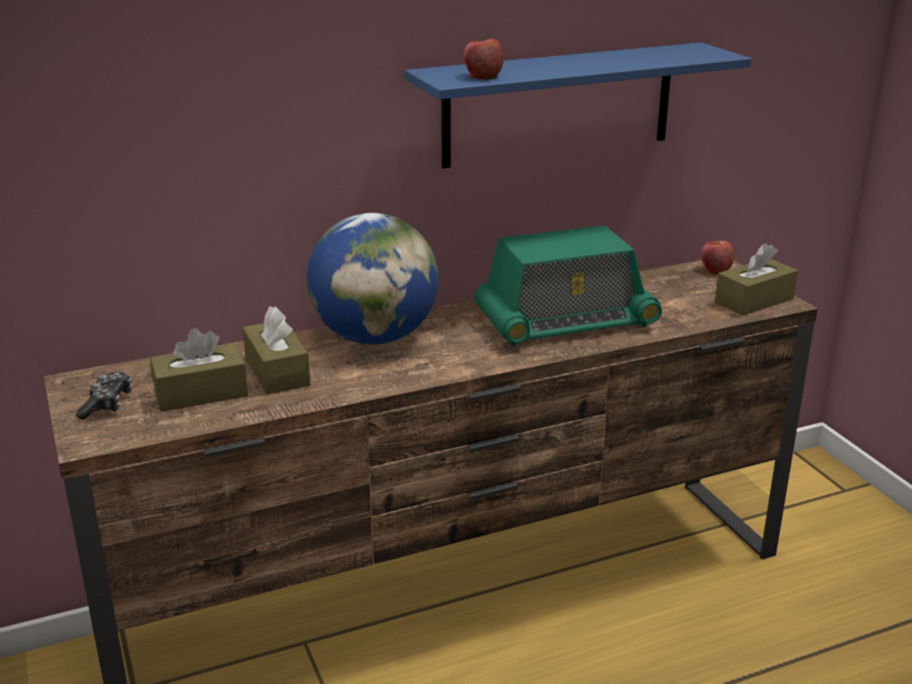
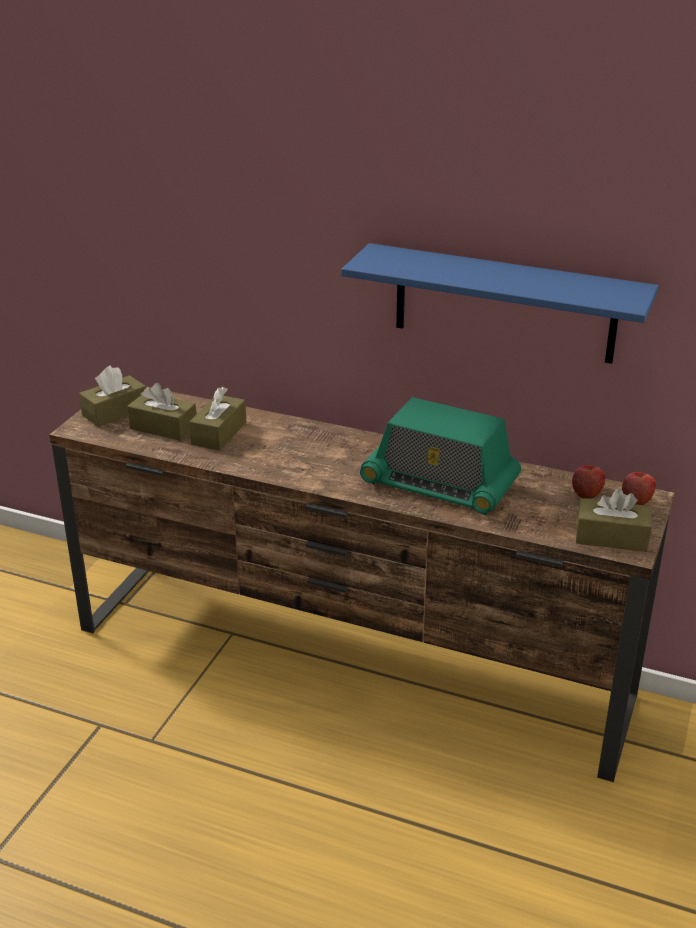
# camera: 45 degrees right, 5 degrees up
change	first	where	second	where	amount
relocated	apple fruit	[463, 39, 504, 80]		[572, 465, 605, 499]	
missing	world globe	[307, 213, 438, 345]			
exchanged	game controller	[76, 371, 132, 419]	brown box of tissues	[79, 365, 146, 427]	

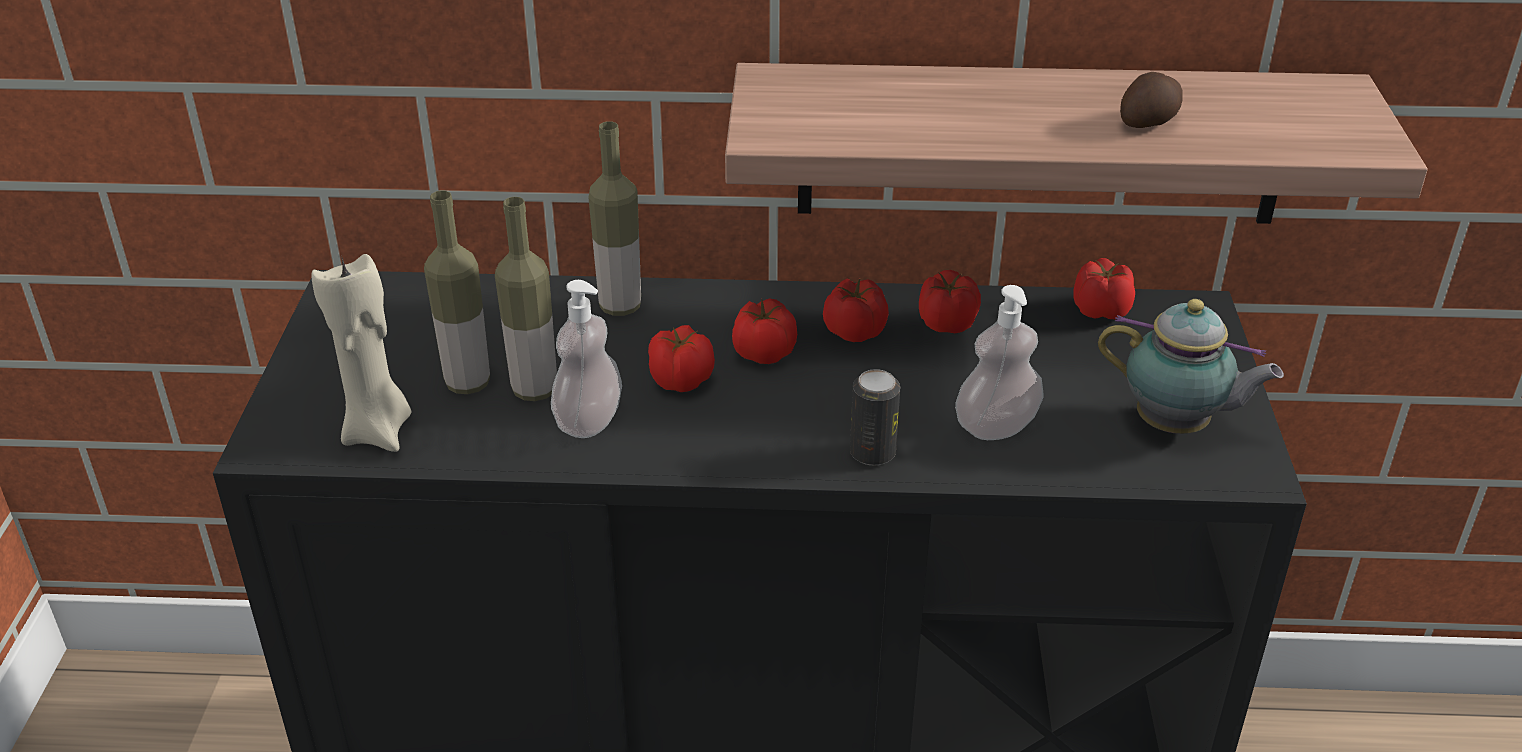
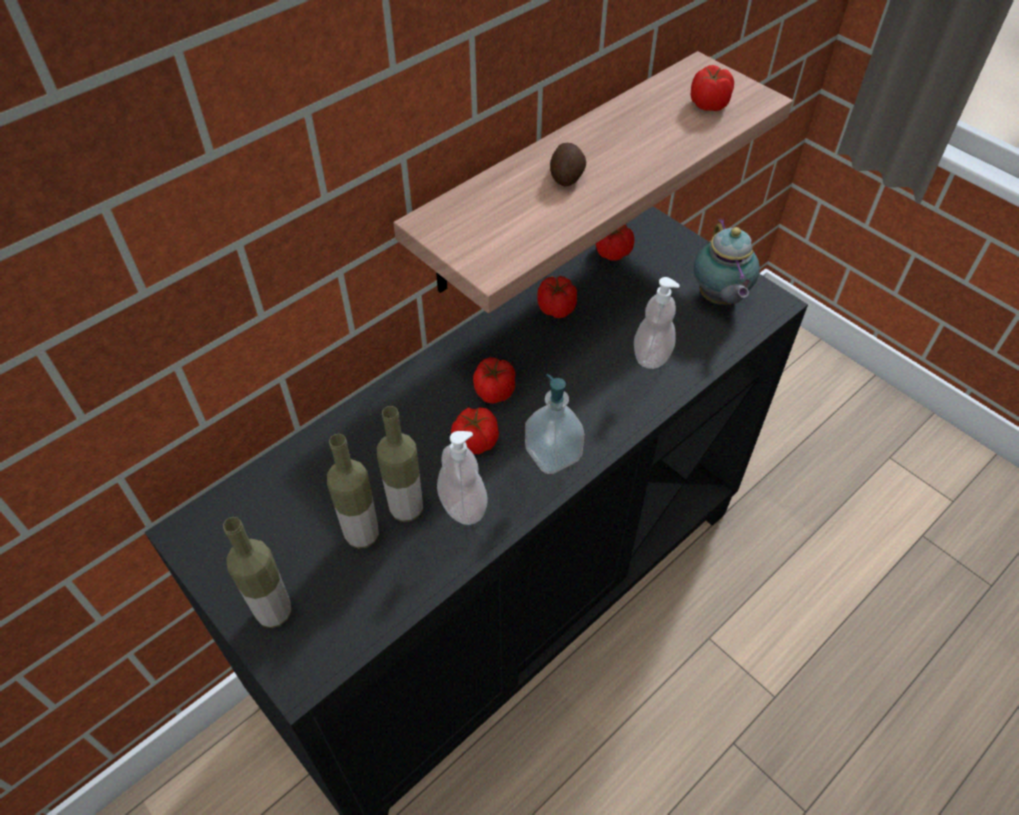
# camera: 45 degrees left, 15 degrees up
change	first	where	second	where	amount
relocated	potato	[1120, 72, 1183, 128]		[550, 143, 586, 186]	
relocated	beverage bottle	[588, 121, 641, 316]		[223, 517, 292, 628]	
missing	sand-coloured wax candle	[311, 254, 412, 452]			
relocated	fresh tomato	[823, 278, 889, 342]		[691, 65, 734, 111]	
spun	teapot	[1098, 299, 1284, 434]		[694, 219, 760, 305]	105 degrees clockwise
missing	sealed can	[850, 369, 900, 465]			
appeared			liquid soap bottle	[525, 374, 584, 474]	

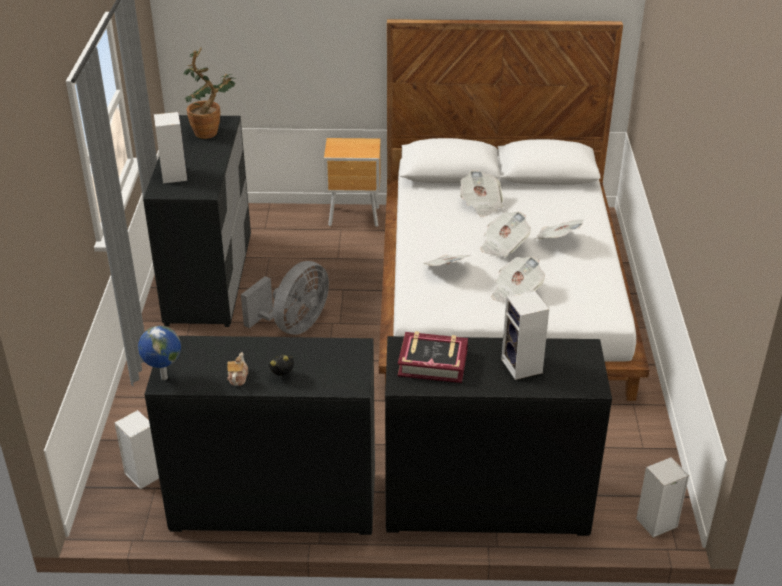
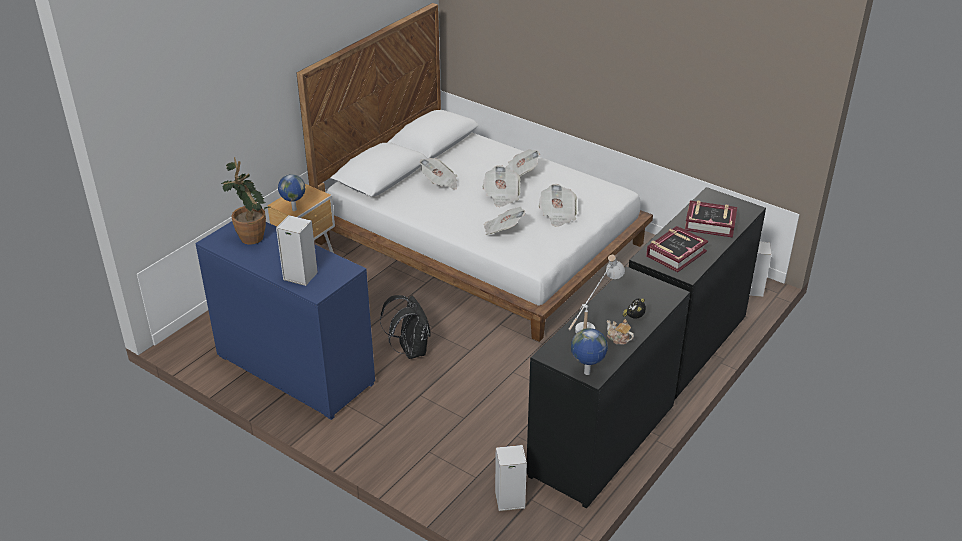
# camera: 55 degrees left, 0 degrees up
change	first	where	second	where	amount
colour	black-coloured drawer chest	[143, 115, 251, 327]	bluish drawer chest	[195, 221, 375, 420]	
exchanged	grey fan	[241, 261, 329, 335]	black-coloured knapsack	[380, 295, 431, 359]	
exchanged	audio speaker	[501, 290, 549, 380]	volume	[685, 200, 737, 238]	
appeared			world globe	[278, 174, 305, 211]	
appeared			whitish table lamp	[568, 255, 625, 333]	

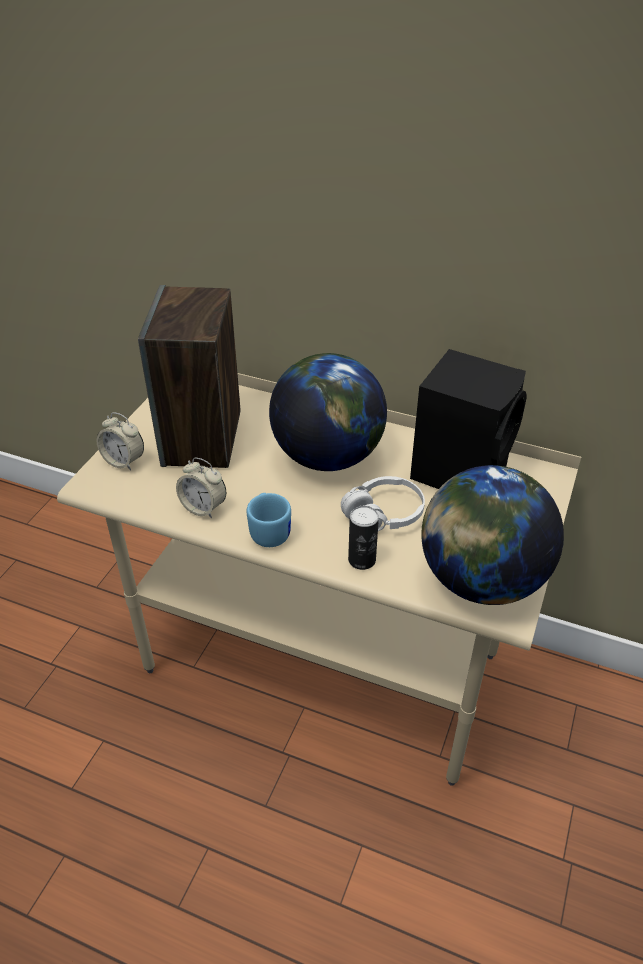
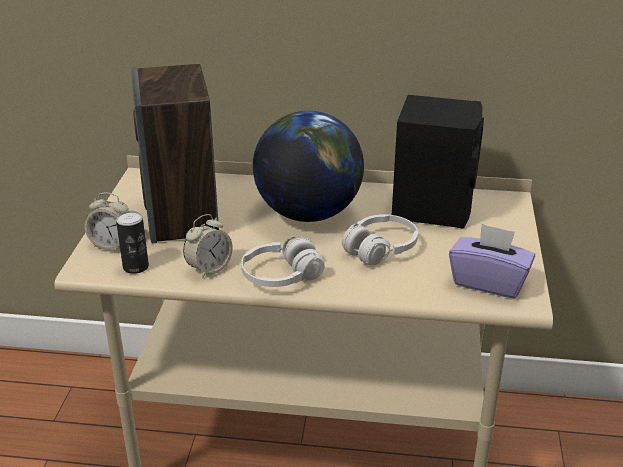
# camera: 15 degrees left, 10 degrees down
change	first	where	second	where	amount
spun	table clock	[176, 458, 226, 519]		[183, 214, 233, 278]	60 degrees counterclockwise
exchanged	world globe	[421, 465, 564, 605]	purplish box of tissues	[449, 224, 535, 298]	
exchanged	bluish tea mug	[247, 493, 291, 547]	whitish pair of headphones	[241, 237, 325, 287]	
relocated	sealed can	[348, 506, 379, 570]		[116, 211, 149, 274]	

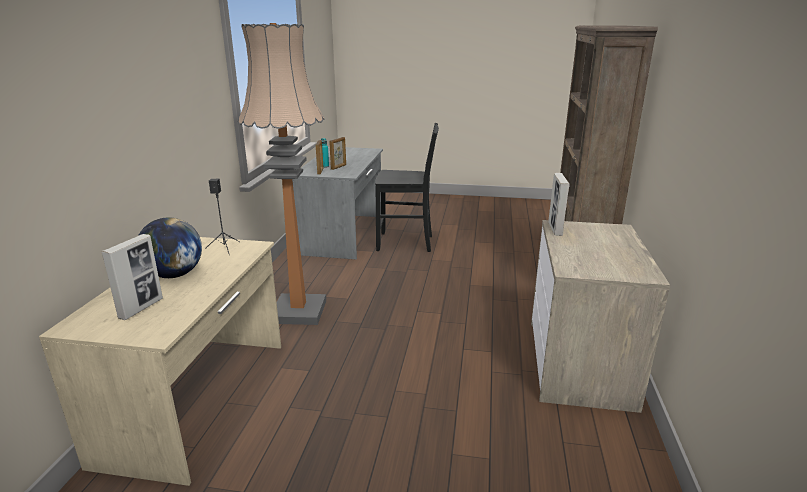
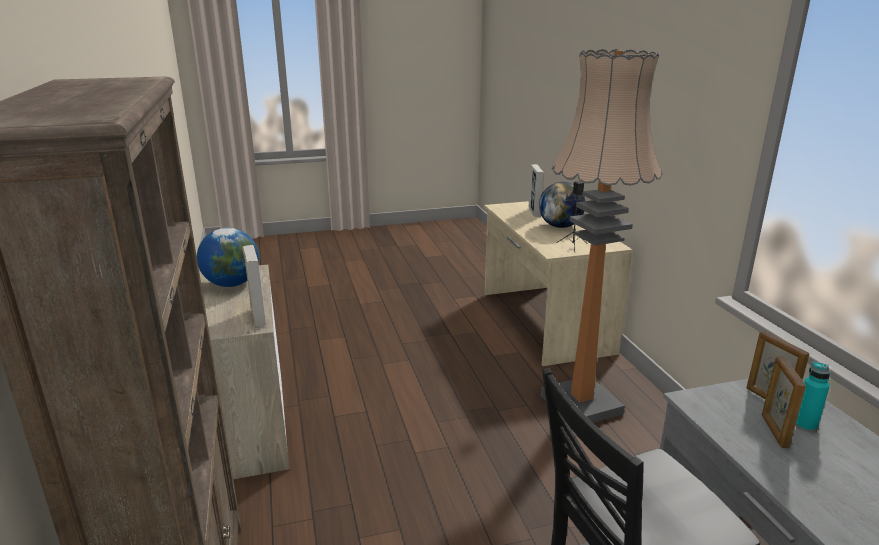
# camera: 155 degrees right, 0 degrees up
change	first	where	second	where	amount
appeared			world globe	[197, 228, 259, 287]	

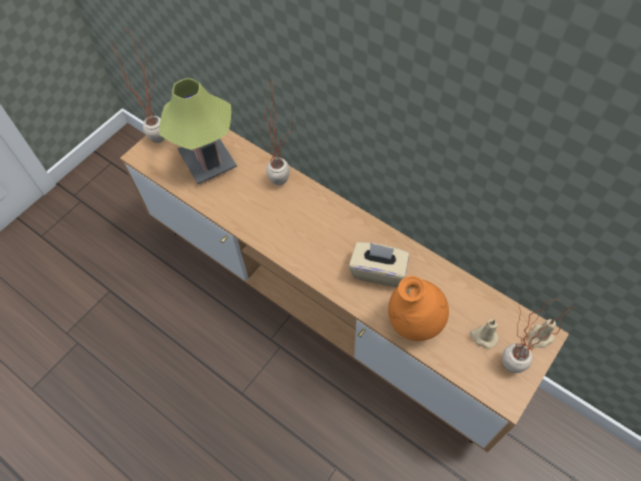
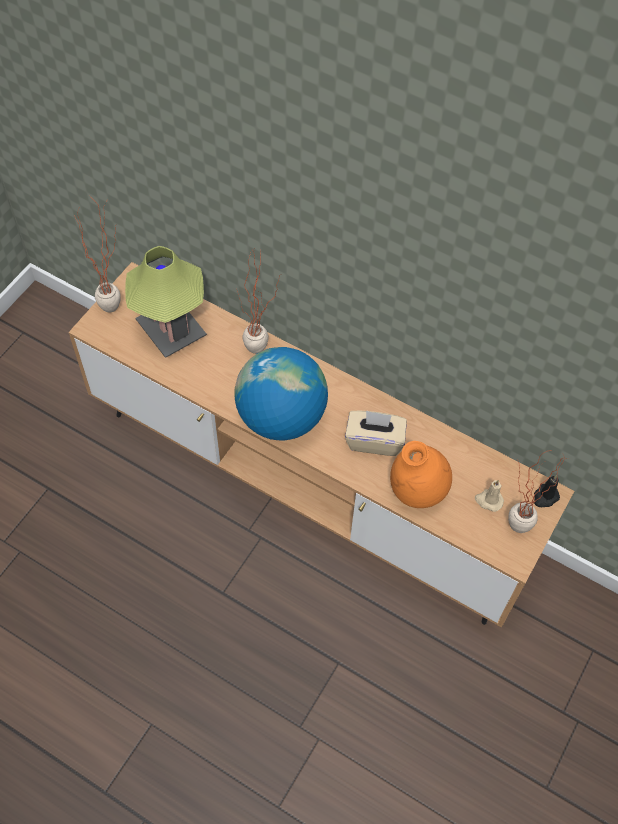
# camera: 10 degrees left, 0 degrees up
change	first	where	second	where	amount
colour	sand-coloured wax candle	[529, 319, 556, 348]	black-coloured wax candle	[534, 475, 560, 507]	
appeared			world globe	[234, 347, 328, 441]	

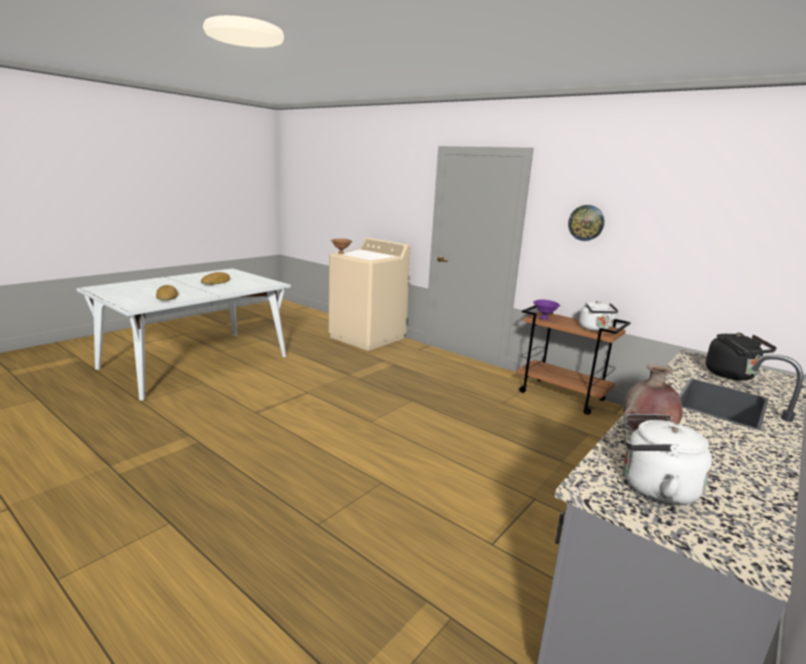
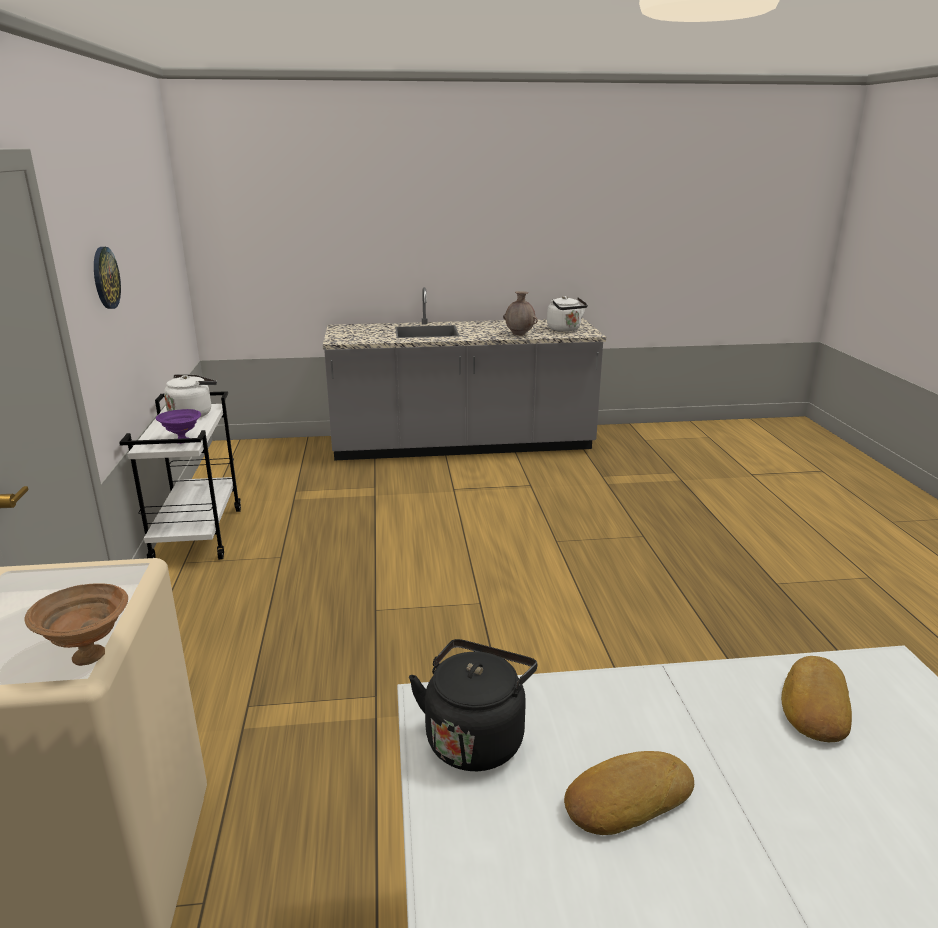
# camera: 135 degrees left, 5 degrees up
change	first	where	second	where	amount
colour	brown cart	[517, 305, 631, 415]	whitish cart	[119, 391, 241, 560]	
relocated	black-coloured water kettle	[706, 333, 777, 380]		[409, 639, 537, 771]	

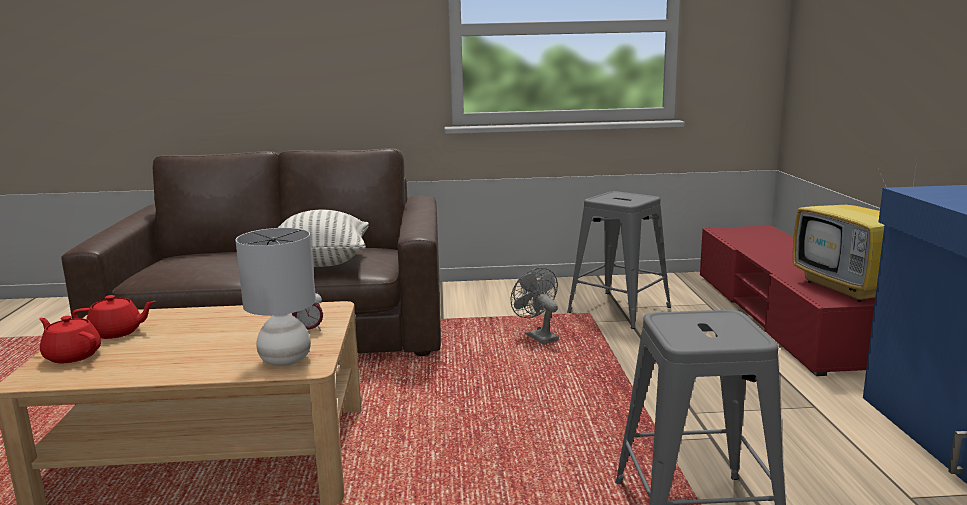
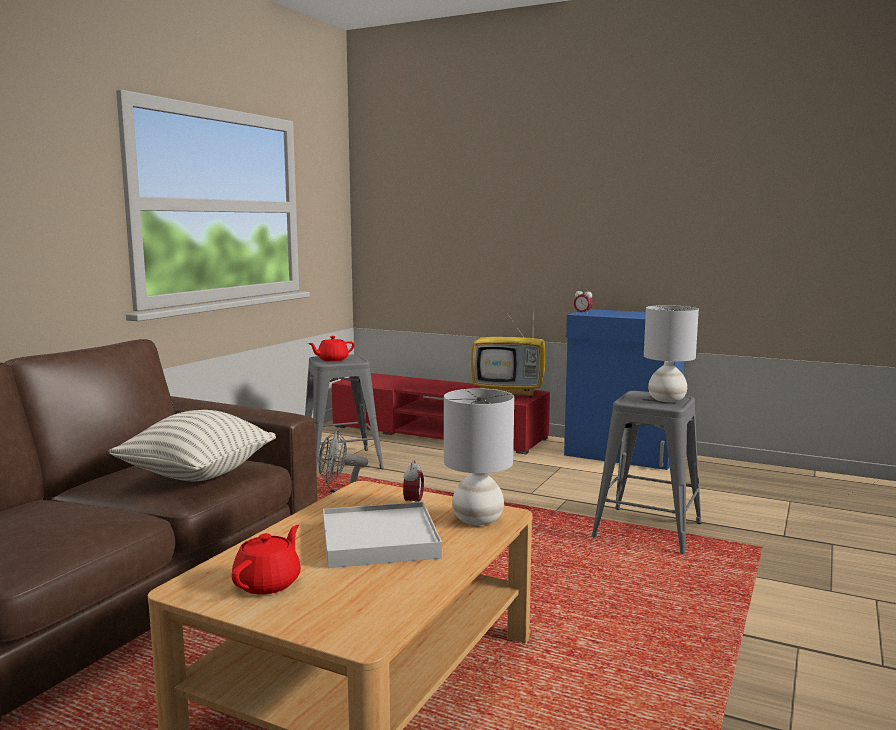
# camera: 60 degrees left, 5 degrees down
change	first	where	second	where	amount
relocated	red teapot	[39, 316, 101, 363]		[308, 336, 355, 361]	
appeared			table clock	[574, 288, 593, 315]	
appeared			grey table lamp	[644, 305, 699, 402]	
appeared			whitish serving tray	[323, 502, 442, 568]	

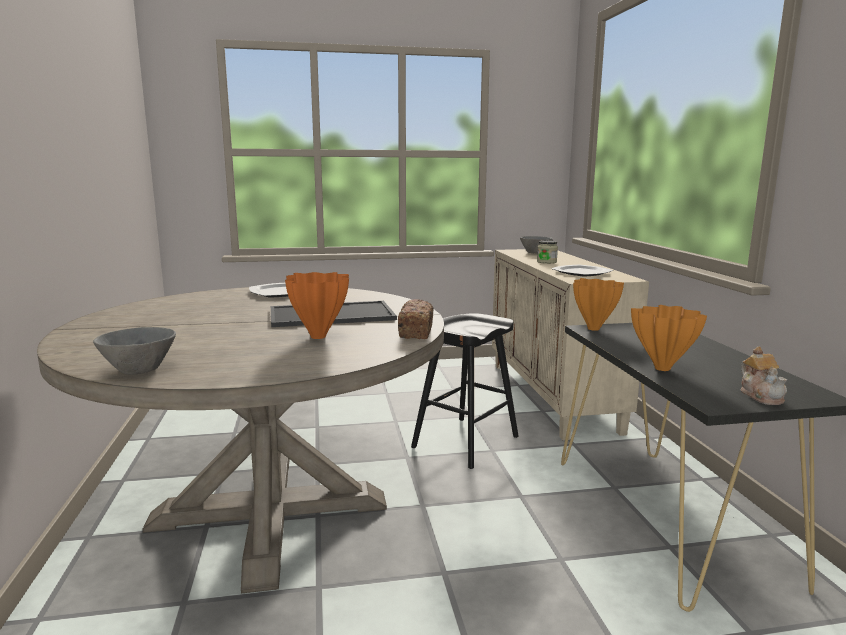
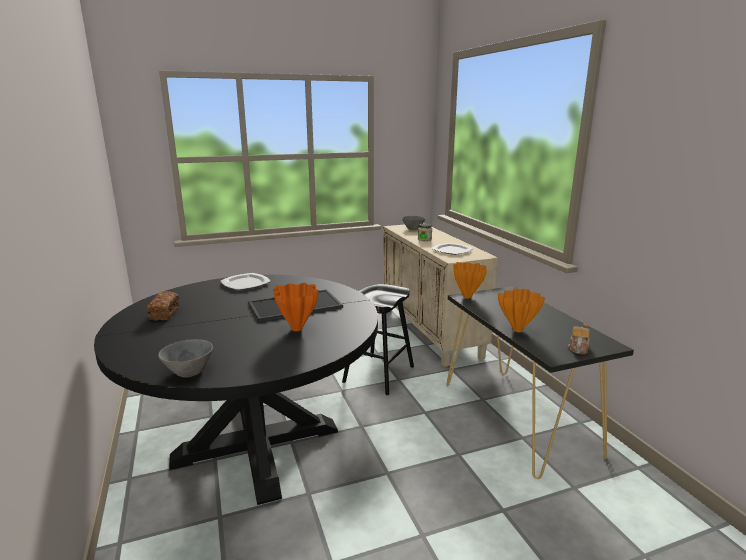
# camera: 10 degrees left, 5 degrees up
change	first	where	second	where	amount
colour	sand-coloured dinner table	[37, 287, 444, 594]	black-coloured dinner table	[94, 275, 378, 505]	
relocated	baked bread	[398, 299, 433, 339]		[147, 291, 179, 321]	
spun	teapot	[741, 347, 787, 405]		[568, 323, 590, 354]	135 degrees counterclockwise

